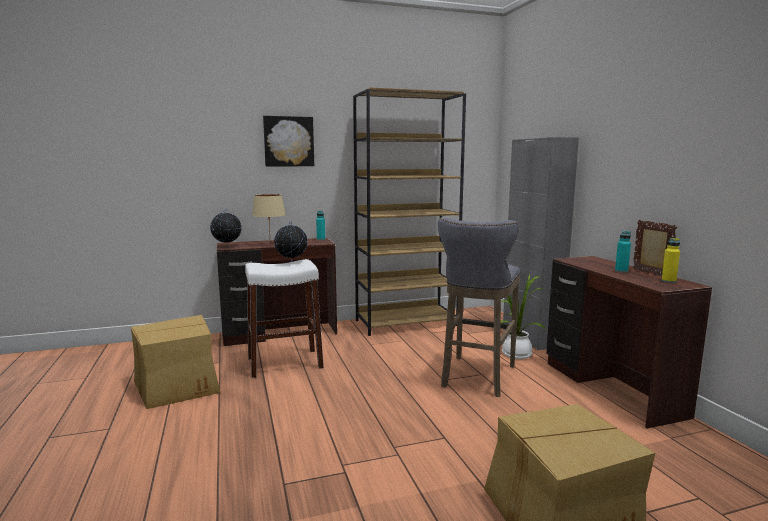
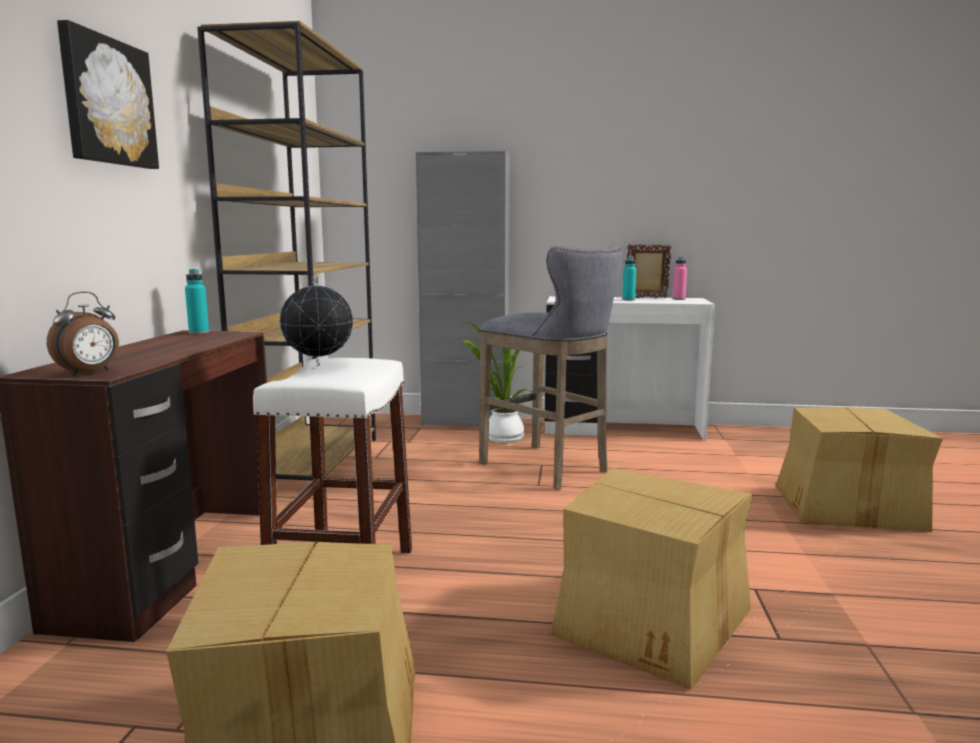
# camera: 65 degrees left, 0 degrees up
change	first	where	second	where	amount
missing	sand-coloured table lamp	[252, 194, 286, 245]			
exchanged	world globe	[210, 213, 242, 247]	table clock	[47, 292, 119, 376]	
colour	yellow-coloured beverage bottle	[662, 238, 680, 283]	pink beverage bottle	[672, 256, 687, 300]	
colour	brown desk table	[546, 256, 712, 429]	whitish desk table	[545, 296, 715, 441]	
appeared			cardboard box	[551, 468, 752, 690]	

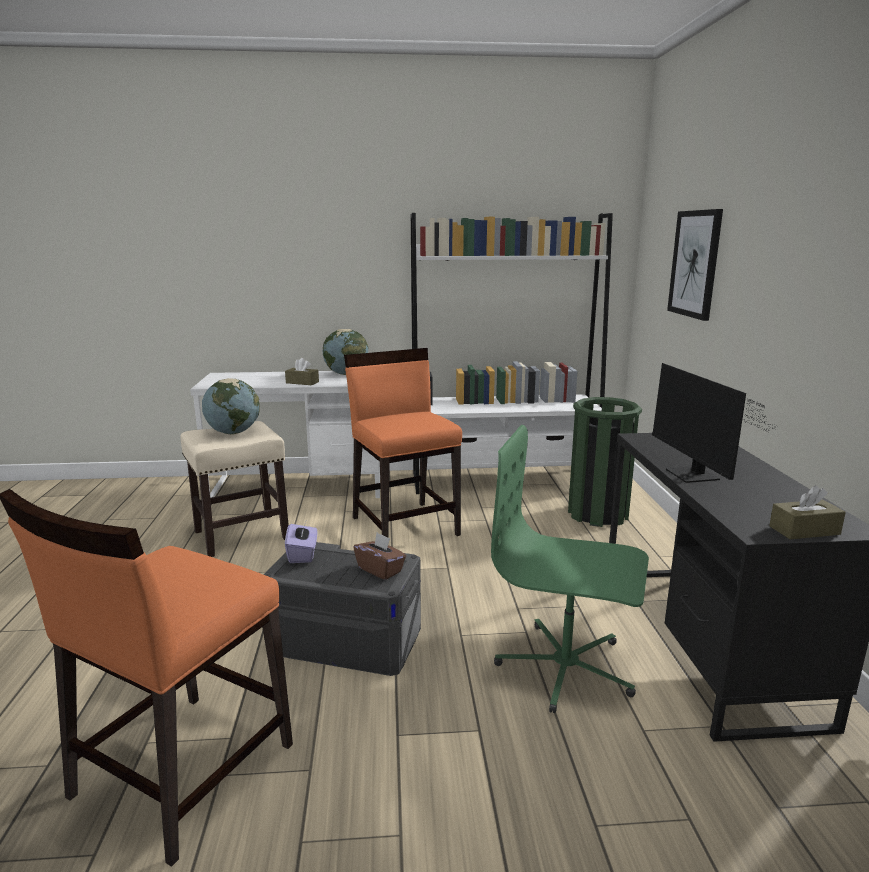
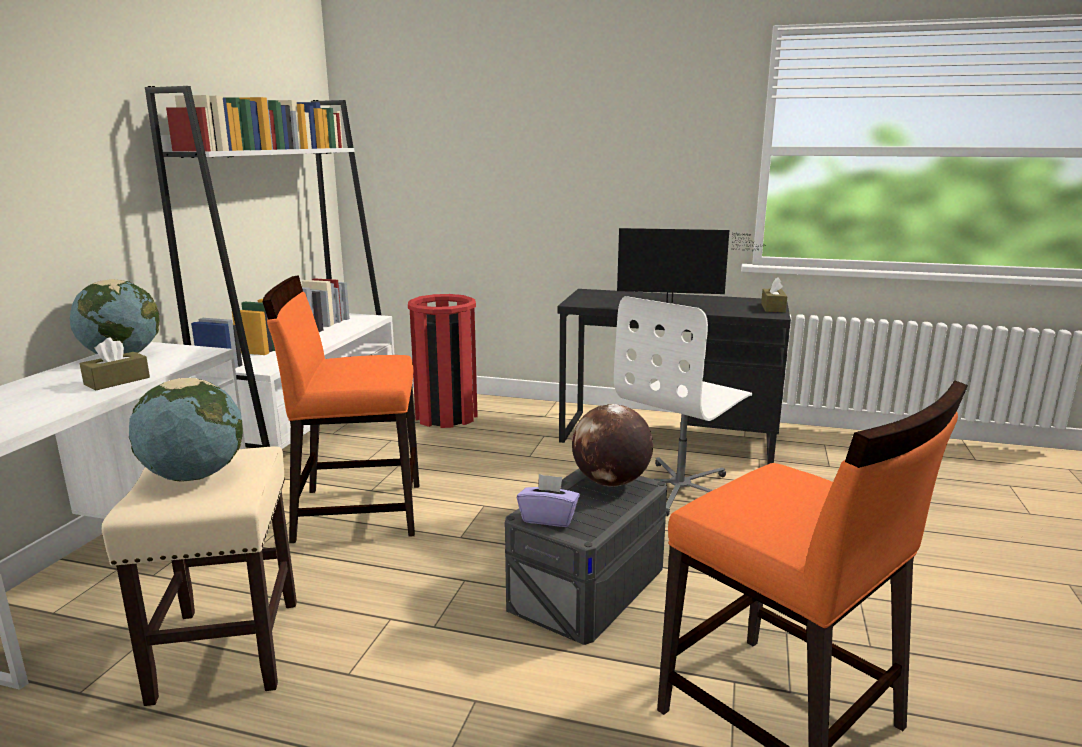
# camera: 70 degrees left, 0 degrees up
change	first	where	second	where	amount
missing	picture	[667, 209, 723, 321]			
colour	green-coloured rubbish bin	[568, 397, 642, 527]	red rubbish bin	[408, 294, 478, 428]	
colour	green-coloured office chair	[491, 425, 649, 713]	whitish office chair	[614, 296, 752, 516]	
exchanged	brown box of tissues	[353, 533, 406, 580]	world globe	[572, 404, 653, 487]	

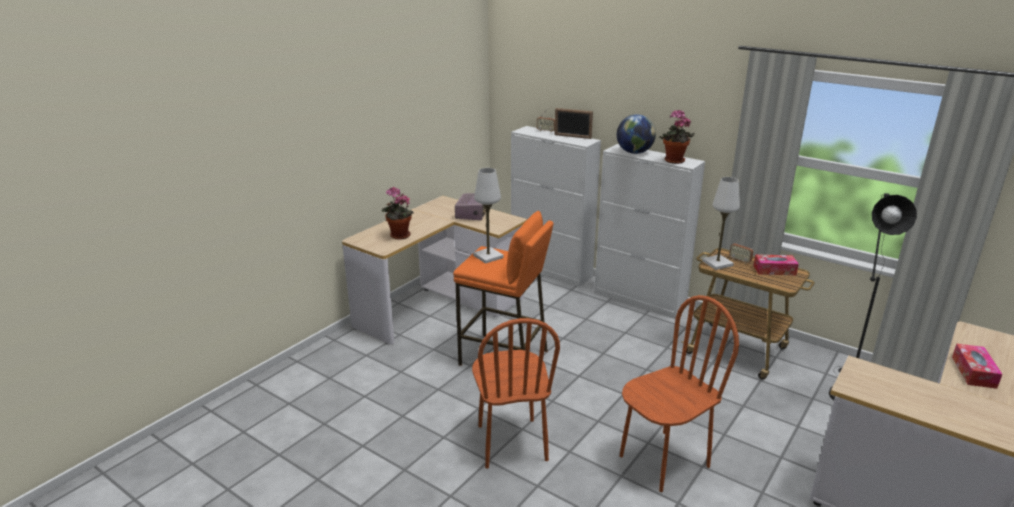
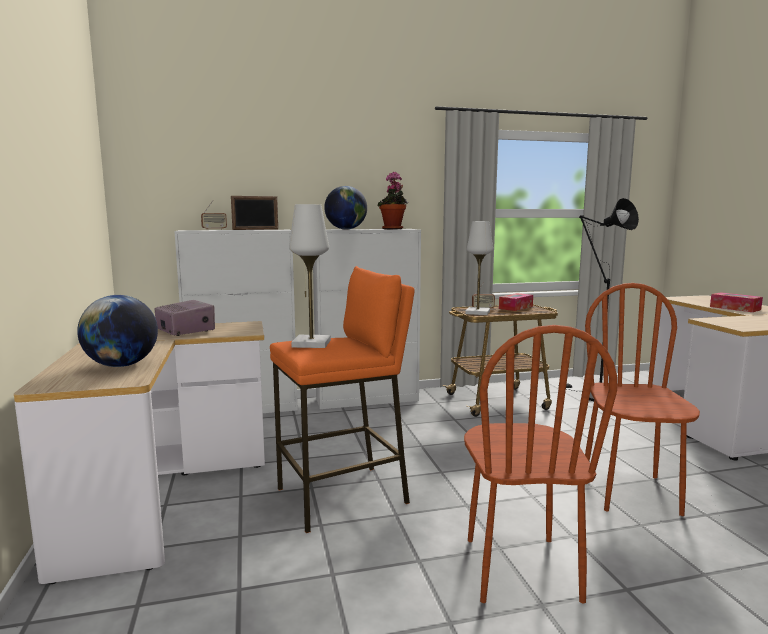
# camera: 50 degrees left, 15 degrees down
change	first	where	second	where	amount
exchanged	plant in a pot	[382, 187, 413, 239]	world globe	[77, 295, 158, 367]	
spun	brown upright chair	[472, 318, 560, 469]		[464, 325, 617, 603]	60 degrees clockwise

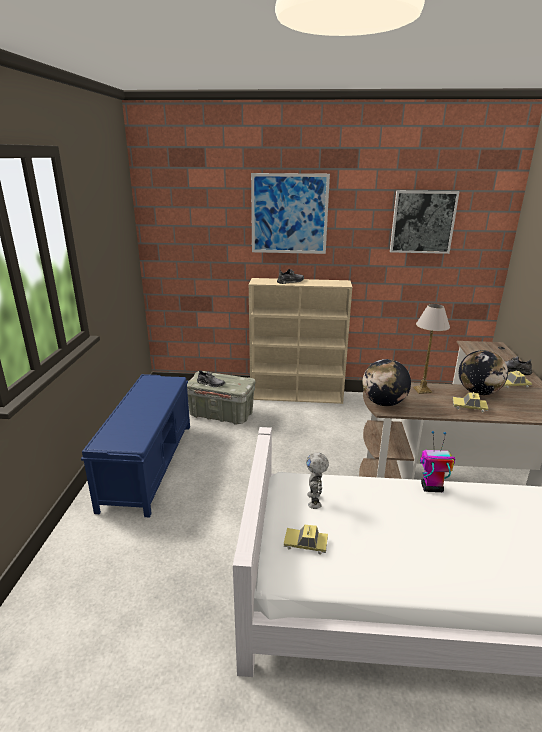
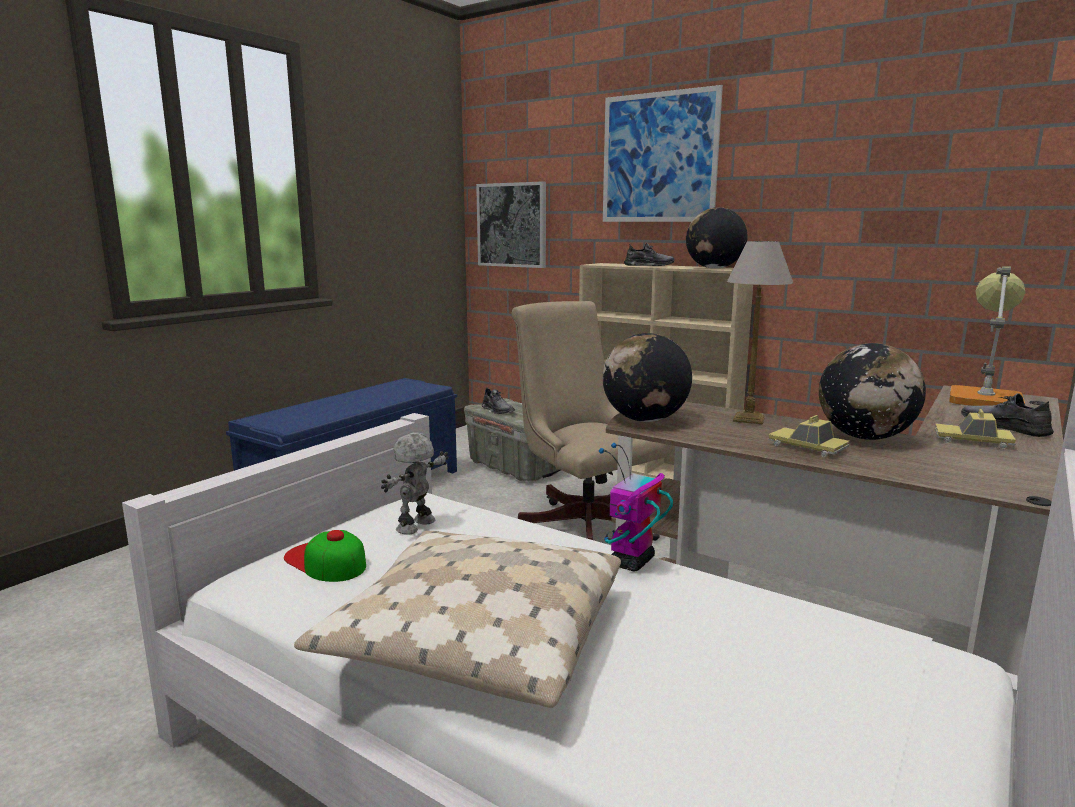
# camera: 30 degrees right, 10 degrees down
change	first	where	second	where	amount
relocated	picture	[390, 191, 459, 254]		[476, 181, 546, 268]	
spun	model robot	[420, 431, 455, 492]		[599, 443, 673, 571]	90 degrees counterclockwise
exchanged	toy car	[283, 525, 328, 555]	cap	[284, 530, 366, 582]	
appeared			world globe	[686, 207, 748, 269]	
appeared			table lamp	[949, 266, 1026, 406]	
appeared			sand-coloured office chair	[512, 301, 670, 541]	
appeared			sand-coloured cushion	[294, 531, 621, 708]	

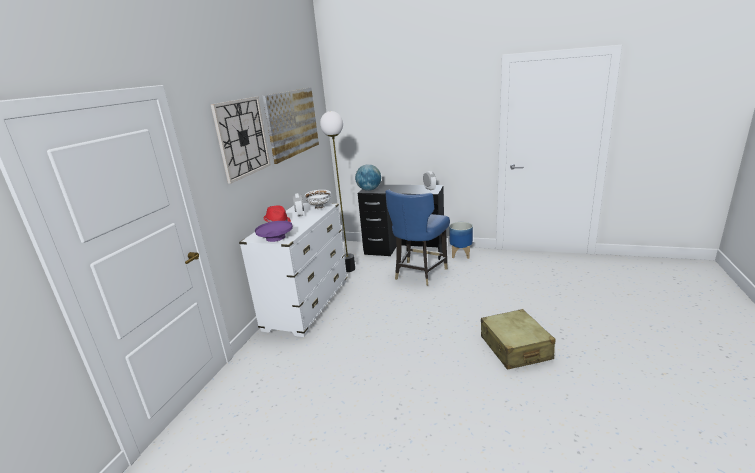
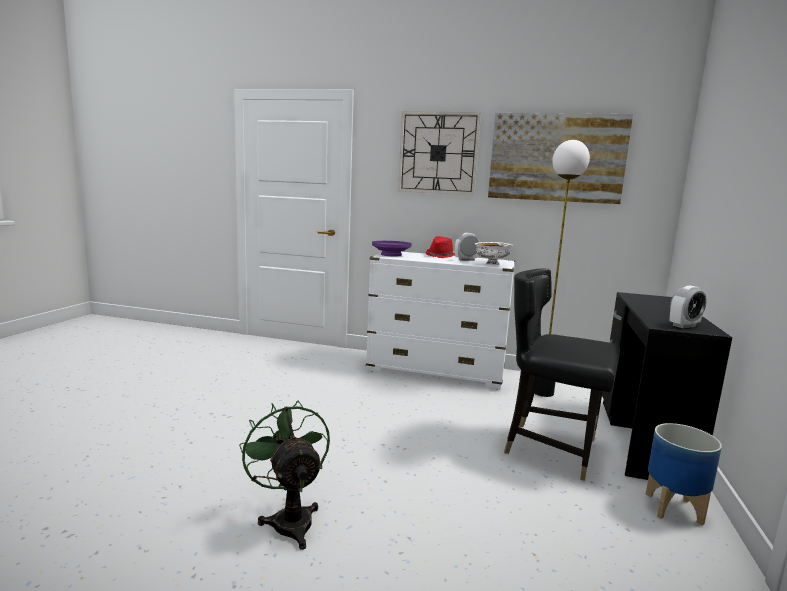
# camera: 85 degrees right, 10 degrees down
change	first	where	second	where	amount
missing	world globe	[355, 164, 381, 191]			
colour	bluish upright chair	[385, 190, 450, 286]	black-coloured upright chair	[504, 269, 620, 481]	
exchanged	sand-coloured piece of luggage	[481, 309, 555, 370]	green-coloured fan	[239, 401, 330, 550]	

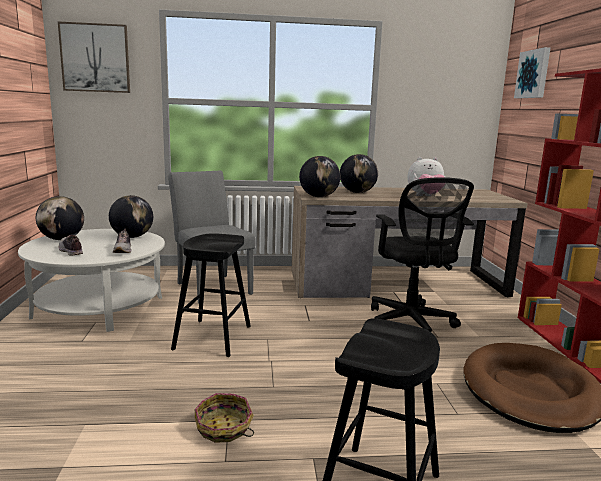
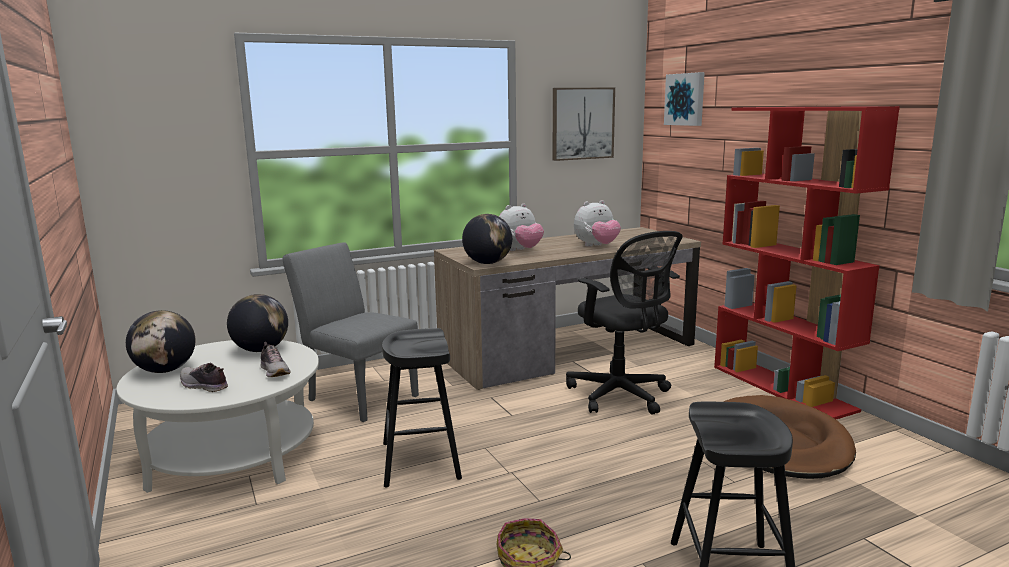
# camera: 20 degrees left, 0 degrees up
change	first	where	second	where	amount
relocated	picture	[58, 21, 130, 93]		[553, 88, 615, 161]	
exchanged	world globe	[340, 154, 378, 193]	cuddly toy	[499, 203, 544, 251]	

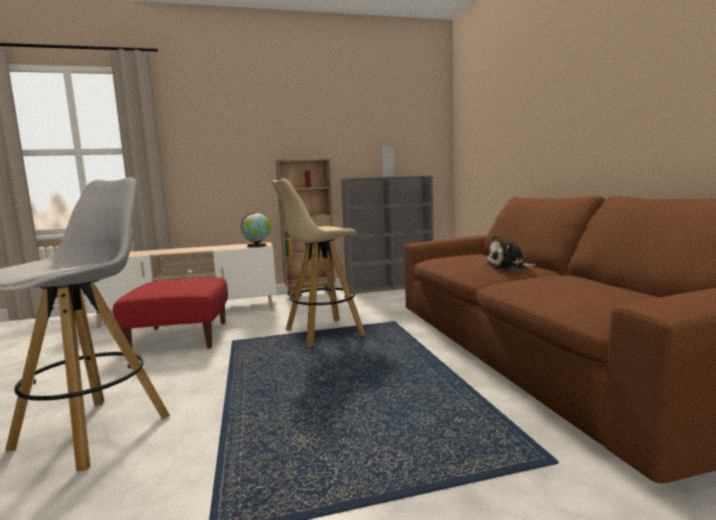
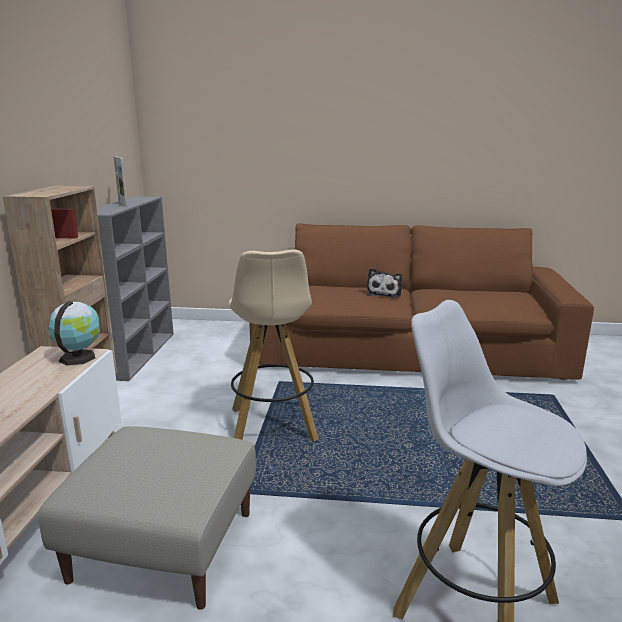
# camera: 70 degrees left, 10 degrees up
change	first	where	second	where	amount
colour	red footrest	[113, 277, 228, 348]	sand-coloured footrest	[38, 426, 256, 610]	

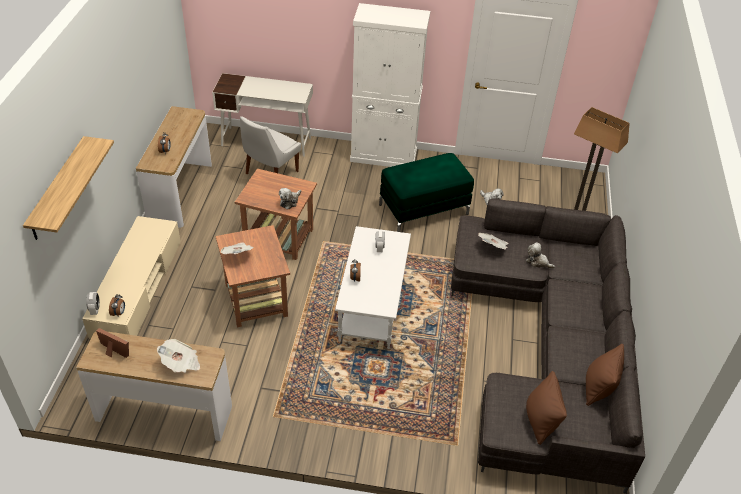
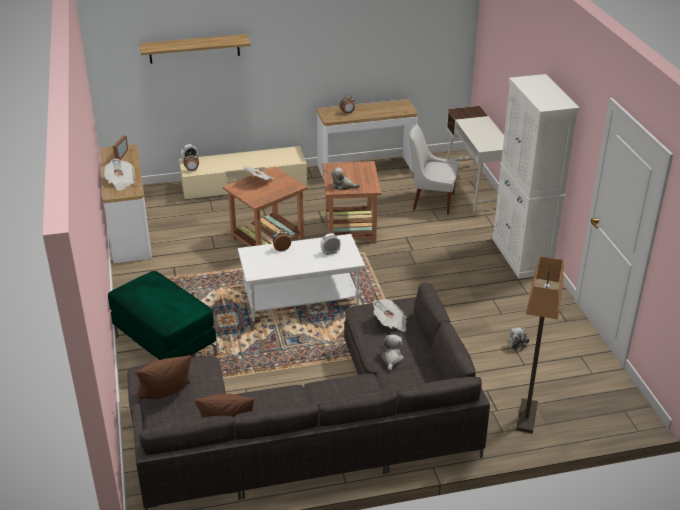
# camera: 70 degrees right, 10 degrees down
change	first	where	second	where	amount
relocated	green-coloured footrest	[379, 153, 474, 232]		[108, 271, 217, 360]	

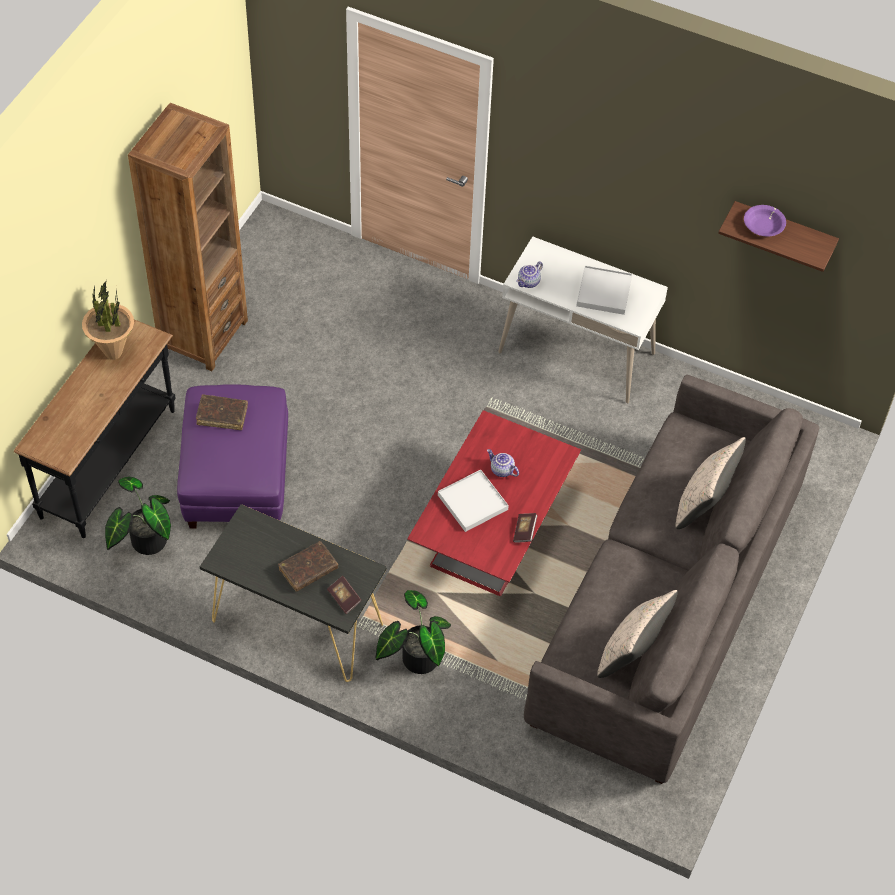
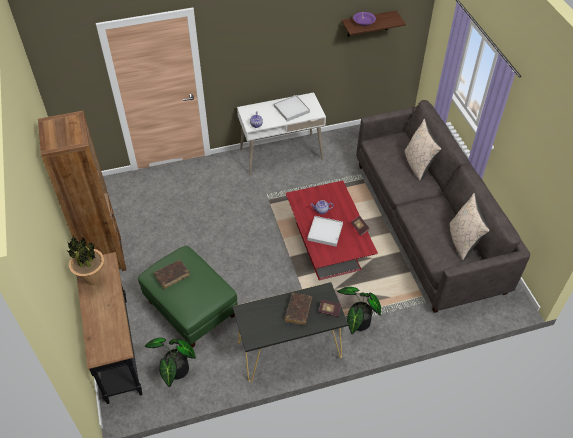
# camera: 40 degrees left, 5 degrees down
change	first	where	second	where	amount
colour	purplish footrest	[177, 384, 288, 528]	green-coloured footrest	[138, 245, 238, 348]	

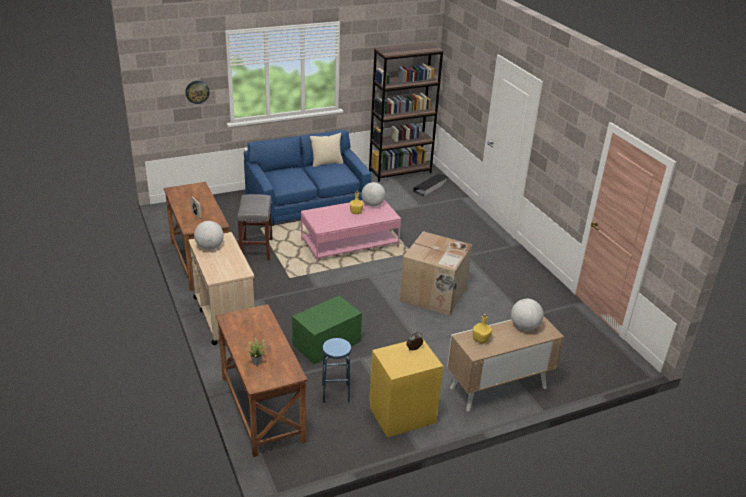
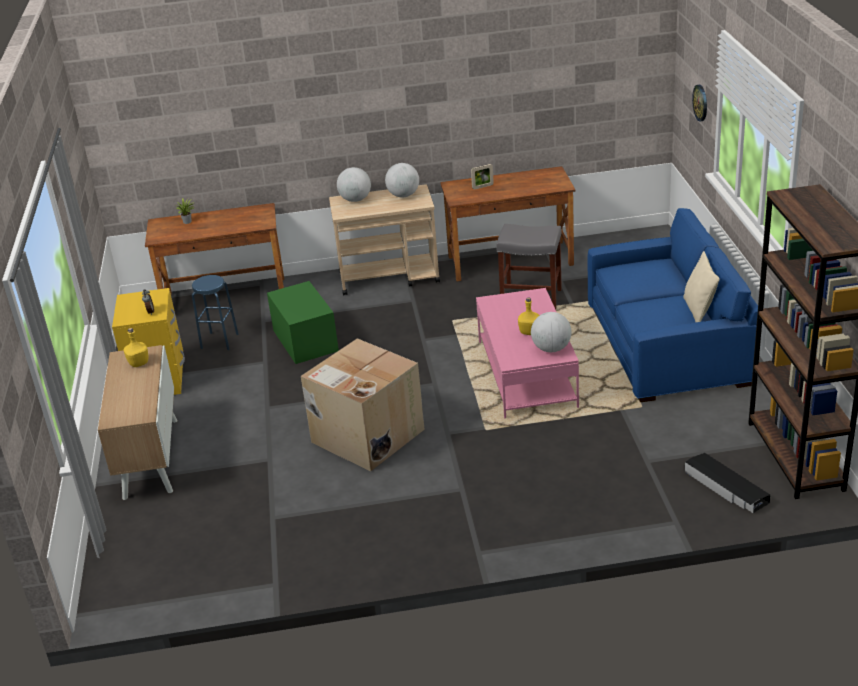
# camera: 110 degrees right, 0 degrees up
change	first	where	second	where	amount
relocated	world globe	[511, 299, 544, 331]		[337, 167, 371, 202]	

